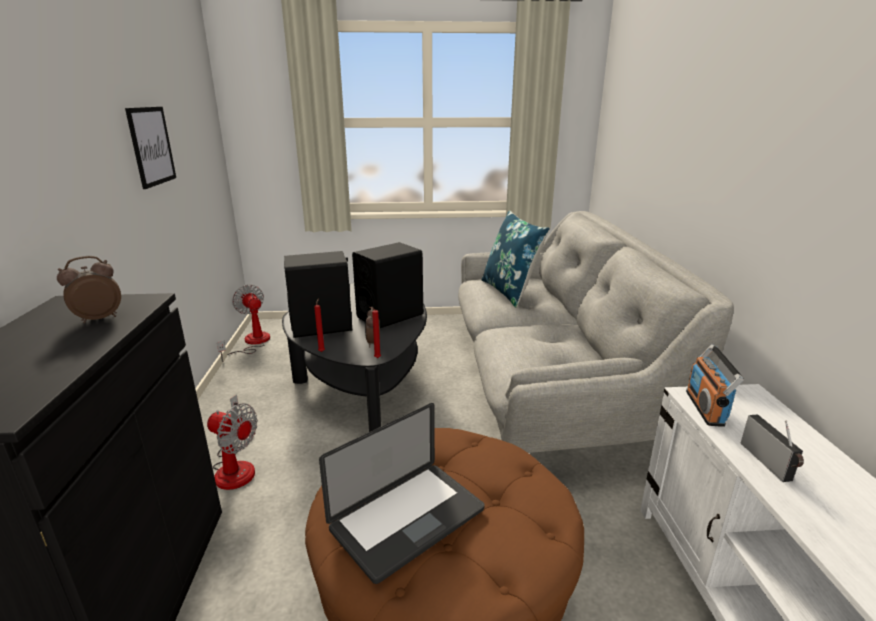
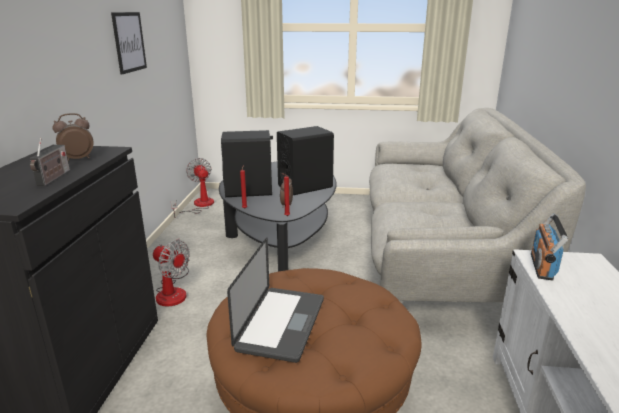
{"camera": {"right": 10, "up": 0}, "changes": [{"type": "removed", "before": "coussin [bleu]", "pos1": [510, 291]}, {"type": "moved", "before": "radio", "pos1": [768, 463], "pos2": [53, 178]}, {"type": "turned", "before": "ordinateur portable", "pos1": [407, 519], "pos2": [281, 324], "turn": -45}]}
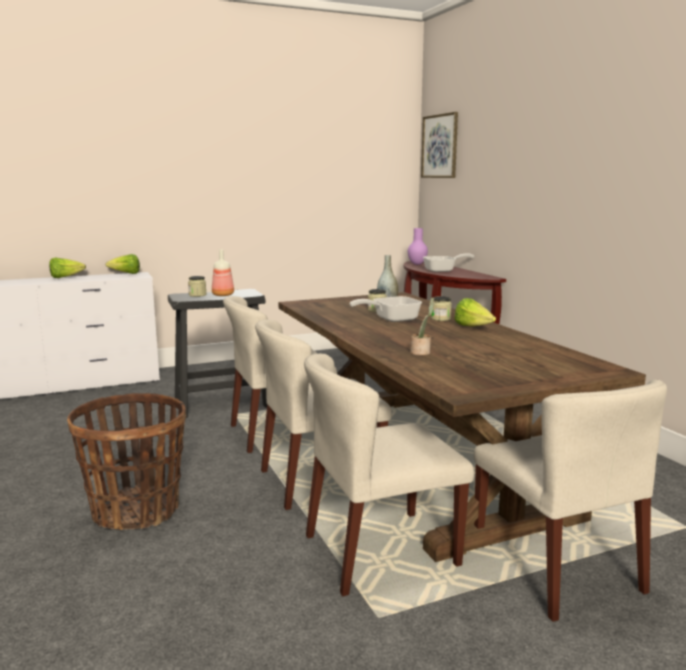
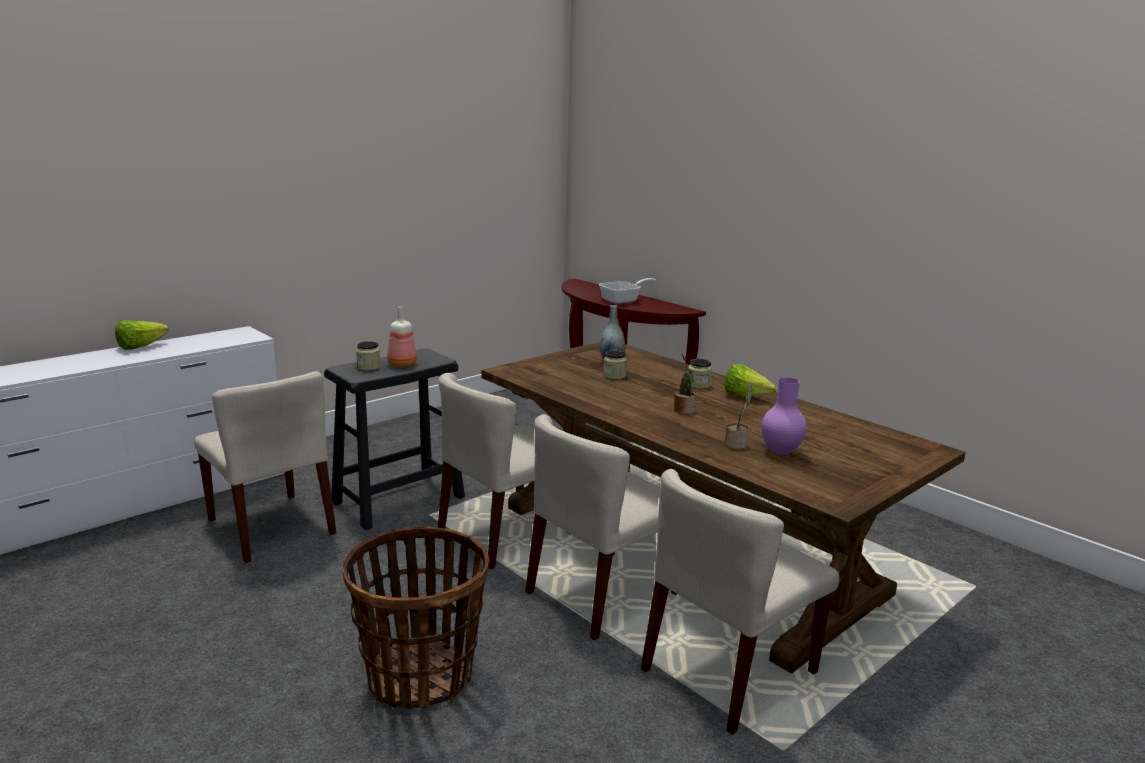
{"camera": {"right": -20, "up": 5}, "changes": [{"type": "removed", "before": "laitue", "pos1": [126, 274]}, {"type": "removed", "before": "poêle", "pos1": [391, 319]}, {"type": "removed", "before": "tableau", "pos1": [440, 146]}, {"type": "added", "after": "plante en pot", "pos2": [683, 410]}, {"type": "moved", "before": "vase [violet]", "pos1": [417, 264], "pos2": [780, 452]}, {"type": "moved", "before": "chaise [beige]", "pos1": [557, 568], "pos2": [272, 527]}]}
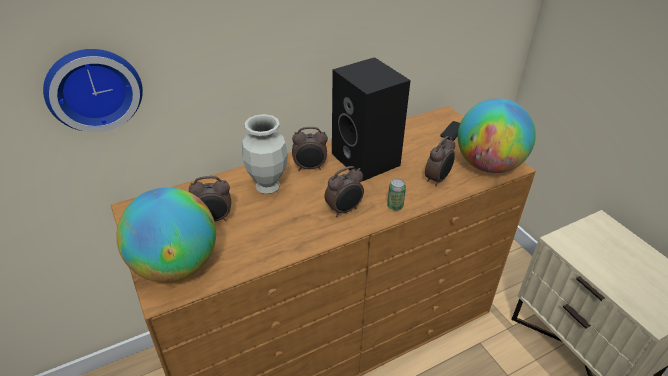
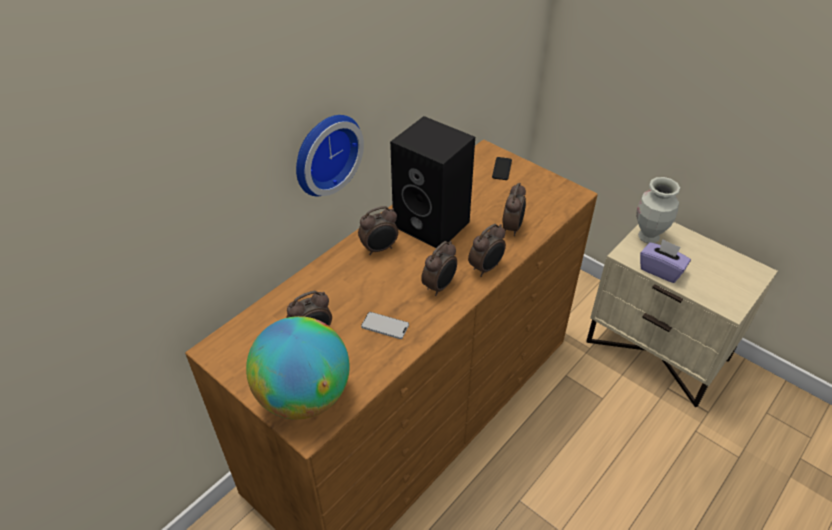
{"camera": {"right": -20, "up": 5}, "changes": [{"type": "removed", "before": "globe", "pos1": [488, 165]}, {"type": "added", "after": "téléphone", "pos2": [385, 326]}, {"type": "added", "after": "boîte à mouchoirs [violet]", "pos2": [661, 270]}, {"type": "moved", "before": "horloge murale", "pos1": [93, 88], "pos2": [324, 153]}, {"type": "moved", "before": "vase", "pos1": [267, 187], "pos2": [648, 237]}, {"type": "replaced", "before": "boîte métallique", "after": "réveil", "pos1": [395, 206], "pos2": [486, 268]}]}
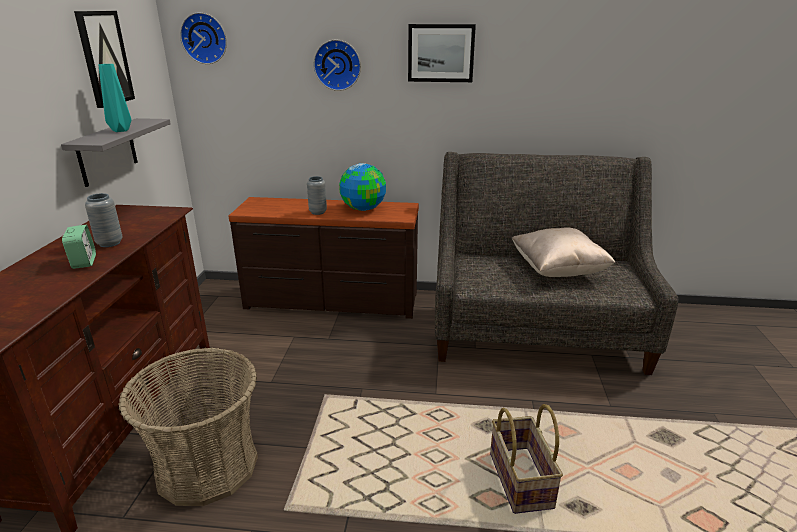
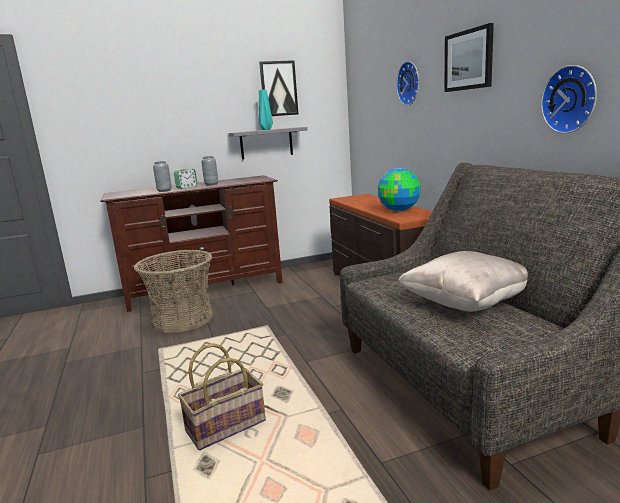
{"camera": {"right": 65, "up": -10}, "changes": [{"type": "moved", "before": "horloge murale", "pos1": [205, 38], "pos2": [571, 99]}, {"type": "moved", "before": "vase [gris]", "pos1": [318, 212], "pos2": [164, 191]}]}
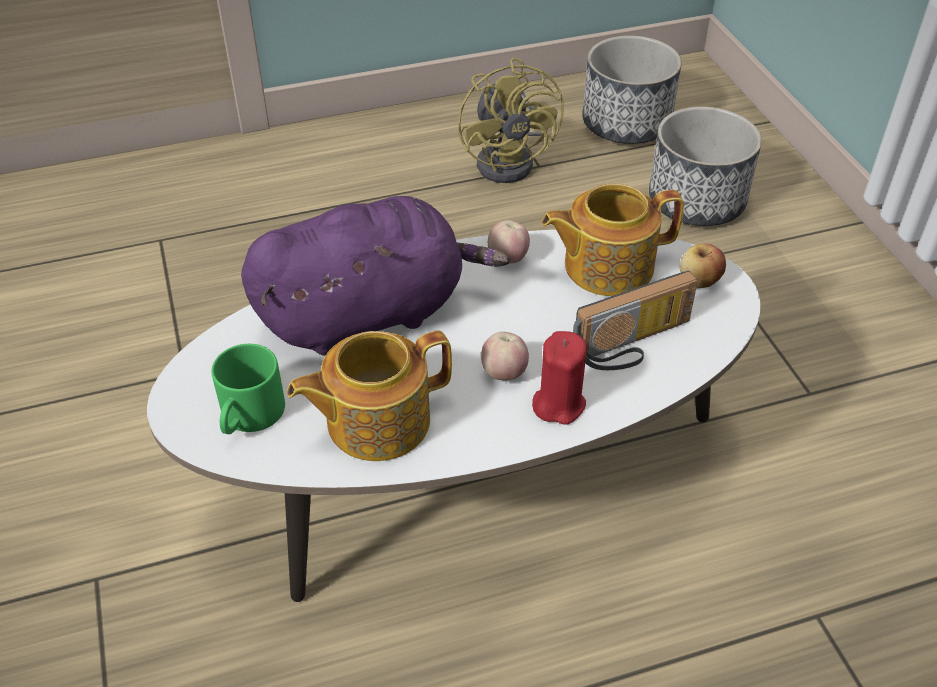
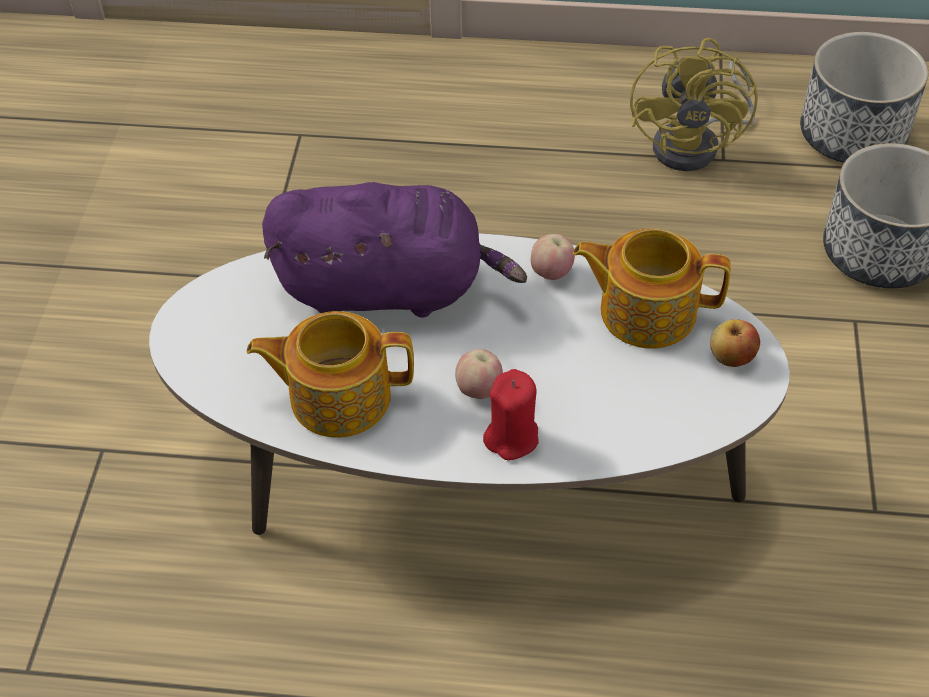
{"camera": {"right": 25, "up": 5}, "changes": [{"type": "removed", "before": "mug [vert]", "pos1": [249, 417]}, {"type": "removed", "before": "radio", "pos1": [634, 345]}]}
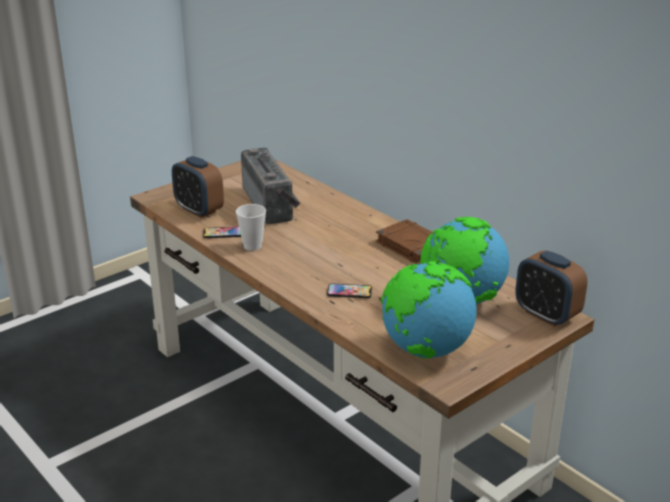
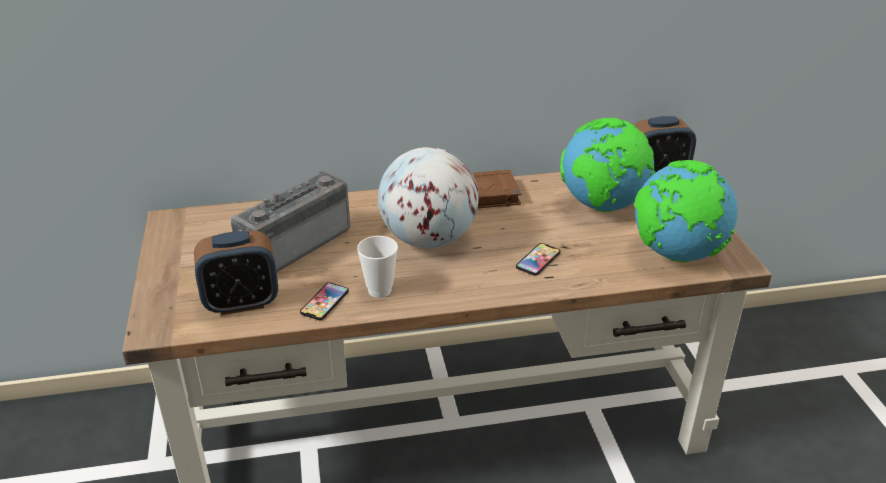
{"camera": {"right": -60, "up": 5}, "changes": [{"type": "added", "after": "globe", "pos2": [428, 239]}, {"type": "turned", "before": "radio", "pos1": [272, 204], "pos2": [291, 246], "turn": -60}]}
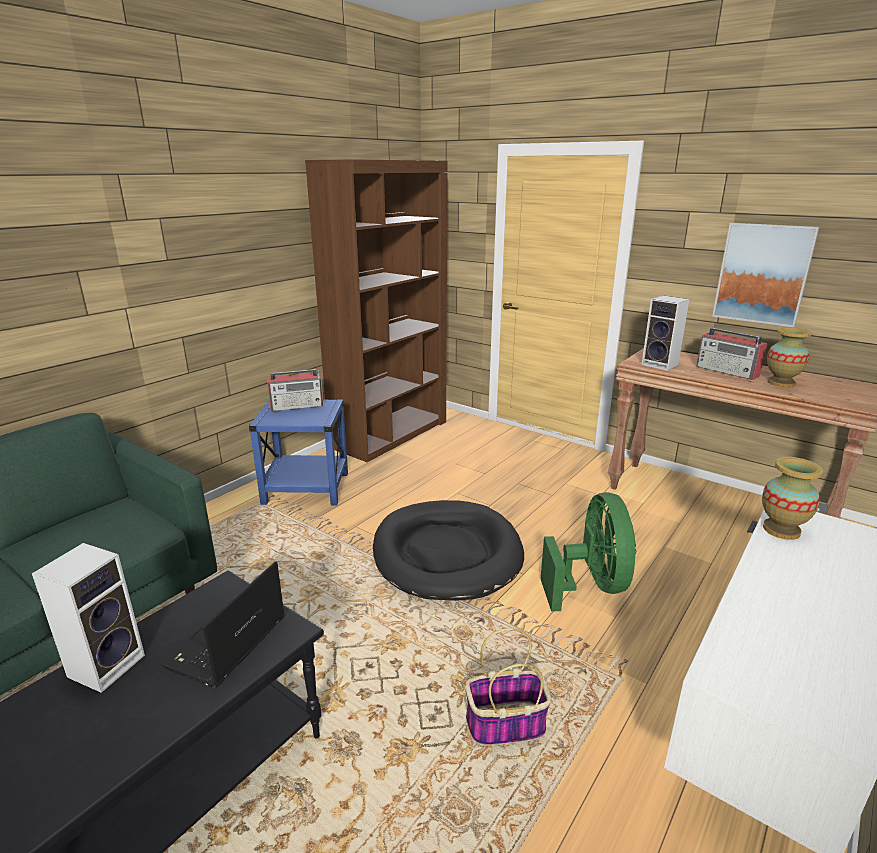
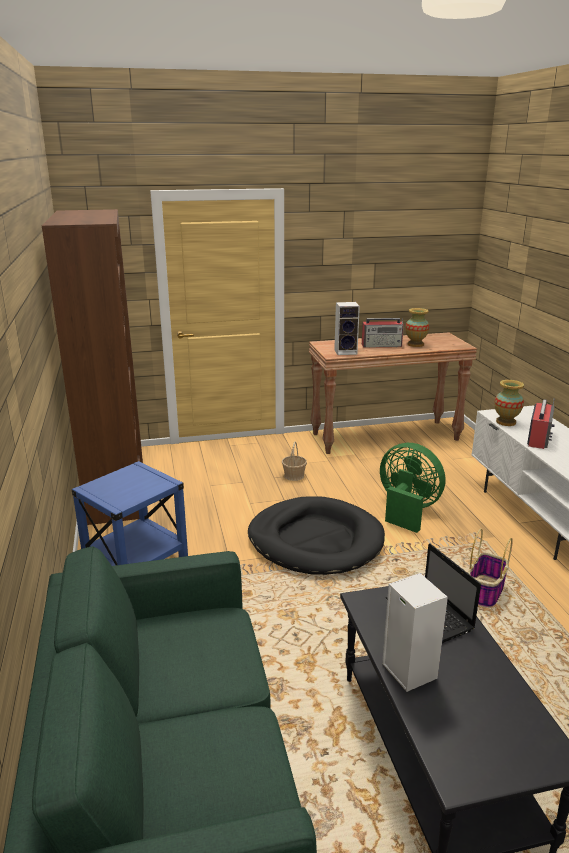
{"camera": {"right": -50, "up": 0}, "changes": [{"type": "removed", "before": "tableau", "pos1": [763, 274]}, {"type": "added", "after": "panier", "pos2": [294, 475]}, {"type": "moved", "before": "radio", "pos1": [298, 406], "pos2": [538, 438]}]}
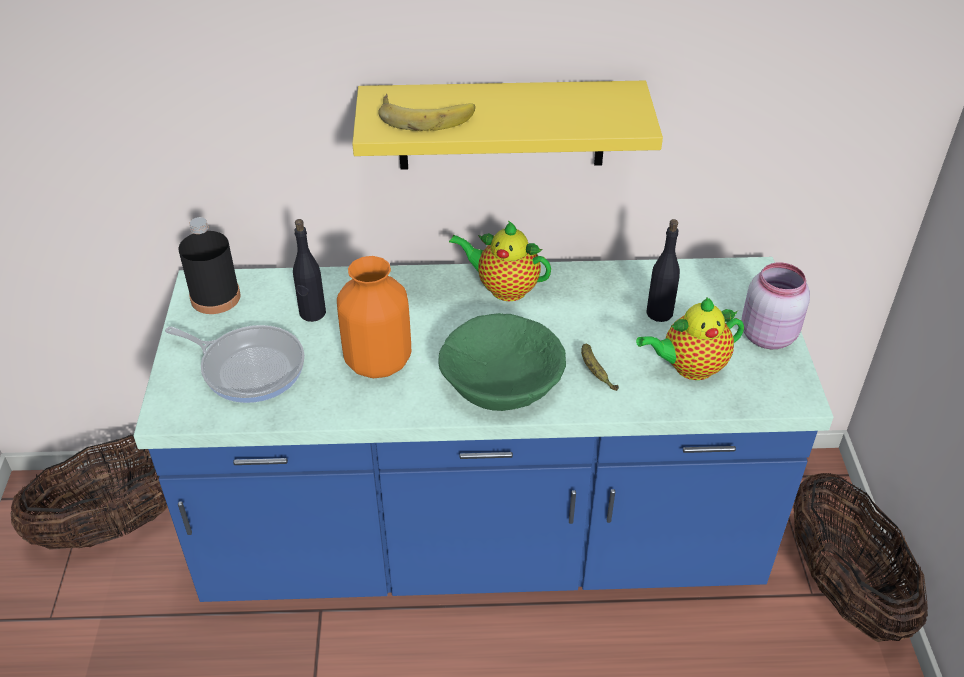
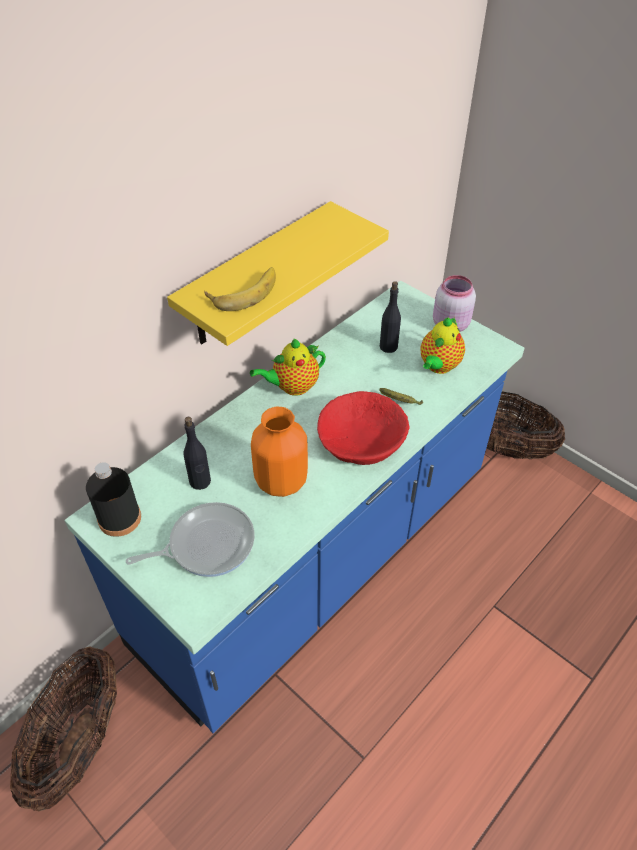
{"camera": {"right": -45, "up": 5}, "changes": [{"type": "recoloured", "before": "bol [vert]", "after": "bol [rouge]", "pos1": [502, 381], "pos2": [362, 441]}]}
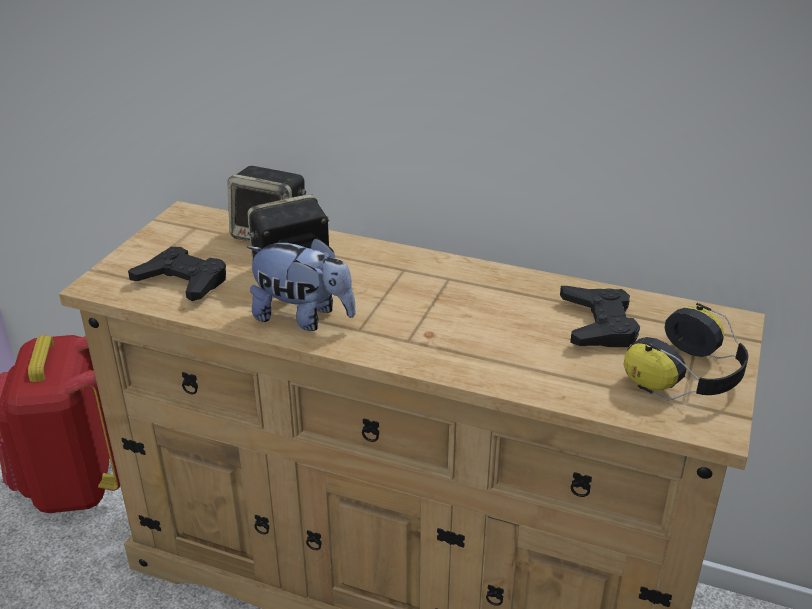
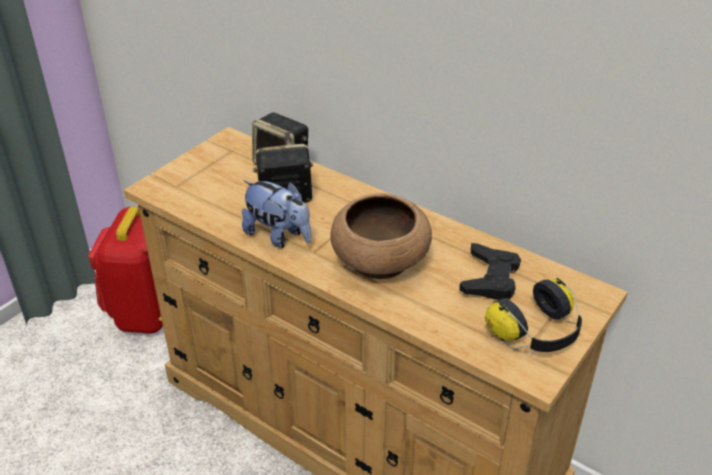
{"camera": {"right": 15, "up": 5}, "changes": [{"type": "removed", "before": "manette [noir]", "pos1": [183, 281]}, {"type": "added", "after": "bol [marron]", "pos2": [380, 262]}]}
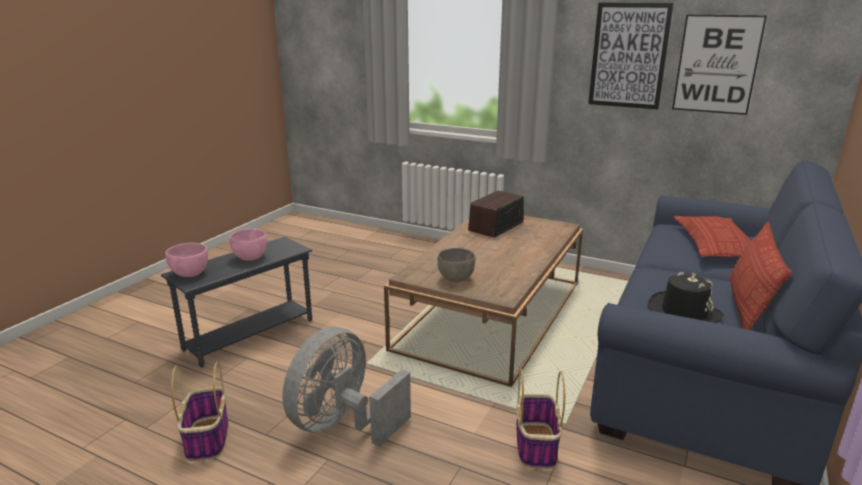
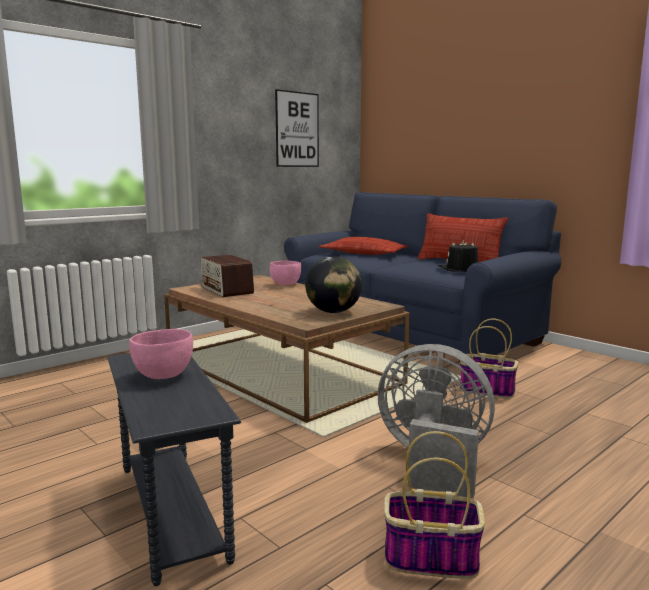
{"camera": {"right": -70, "up": -10}, "changes": [{"type": "removed", "before": "tableau", "pos1": [629, 56]}, {"type": "moved", "before": "bol [rose]", "pos1": [189, 273], "pos2": [285, 284]}, {"type": "replaced", "before": "bol [gris]", "after": "globe", "pos1": [455, 279], "pos2": [333, 312]}, {"type": "turned", "before": "ventilateur [gris]", "pos1": [343, 424], "pos2": [433, 462], "turn": 150}]}
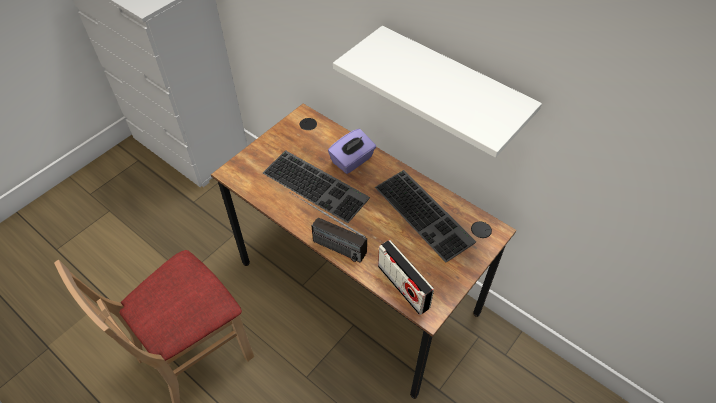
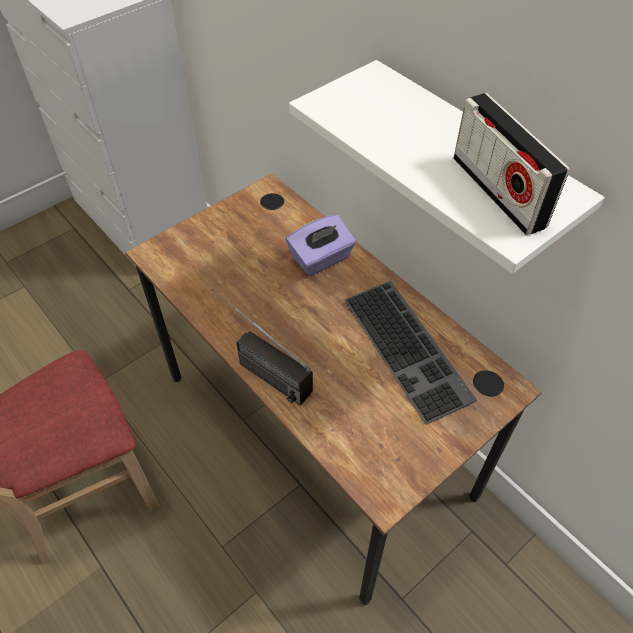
{"camera": {"right": 10, "up": 0}, "changes": [{"type": "removed", "before": "clavier", "pos1": [317, 185]}, {"type": "moved", "before": "radio", "pos1": [403, 287], "pos2": [498, 192]}]}
